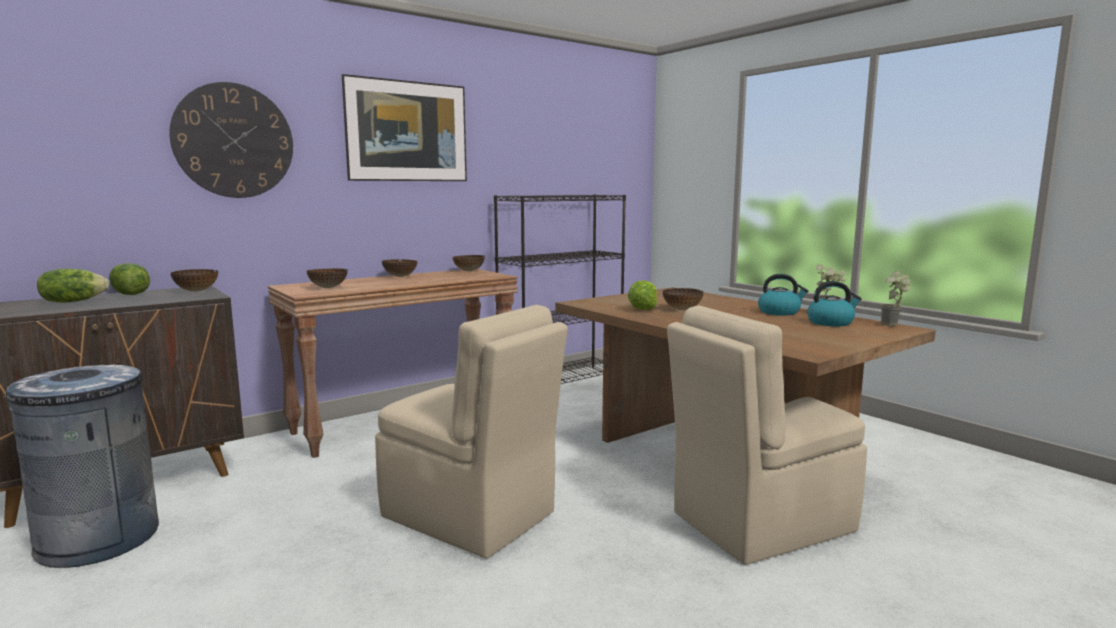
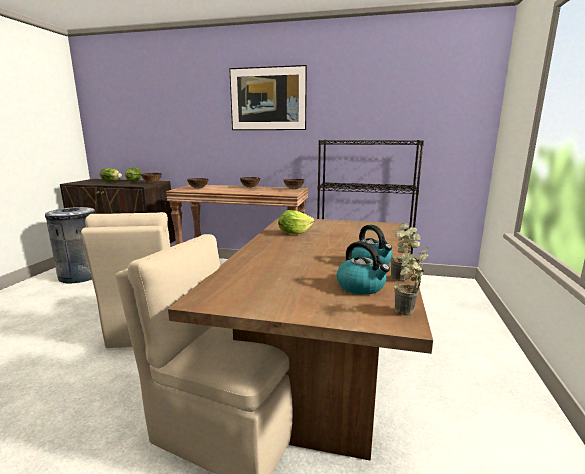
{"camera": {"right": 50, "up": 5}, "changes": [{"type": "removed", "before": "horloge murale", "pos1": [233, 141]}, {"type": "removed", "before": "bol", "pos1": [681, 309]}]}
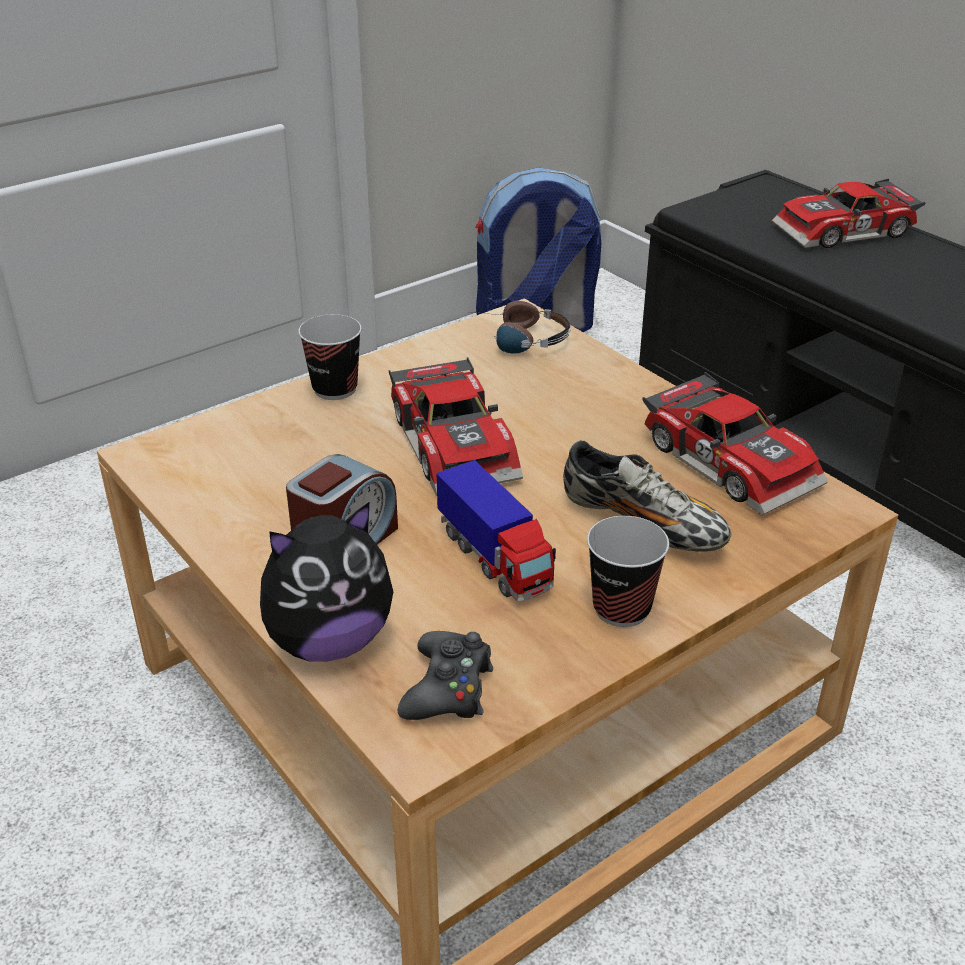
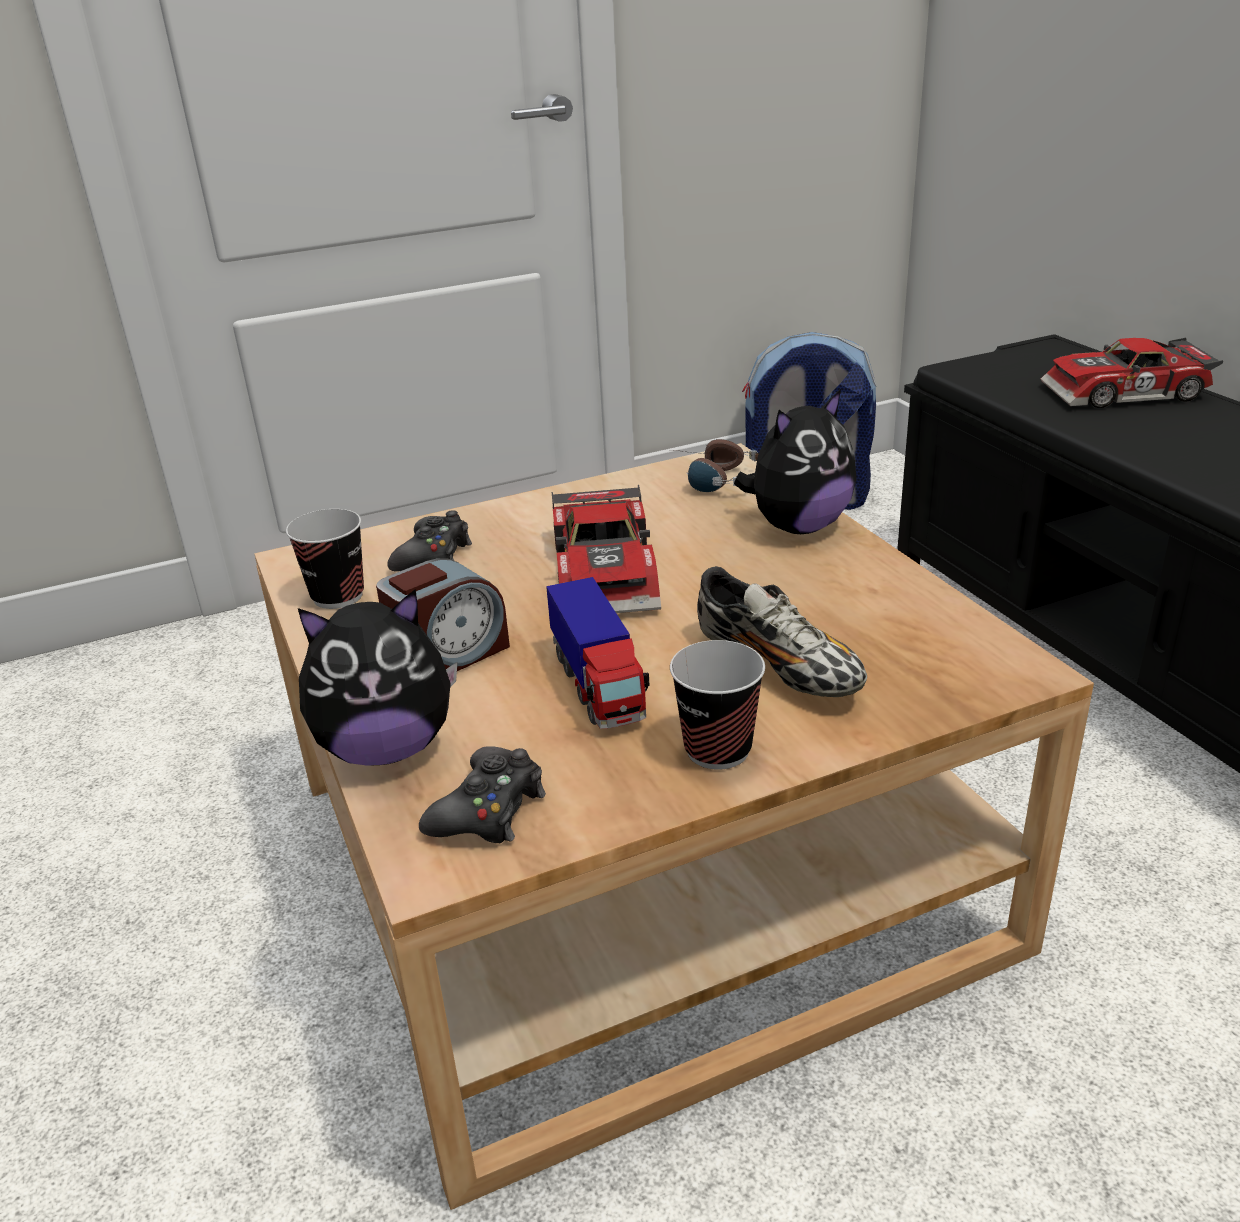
{"camera": {"right": 15, "up": -5}, "changes": [{"type": "removed", "before": "petite voiture", "pos1": [733, 460]}, {"type": "added", "after": "manette [noir]", "pos2": [433, 556]}, {"type": "added", "after": "peluche", "pos2": [798, 526]}, {"type": "moved", "before": "tasse", "pos1": [335, 389], "pos2": [338, 596]}]}
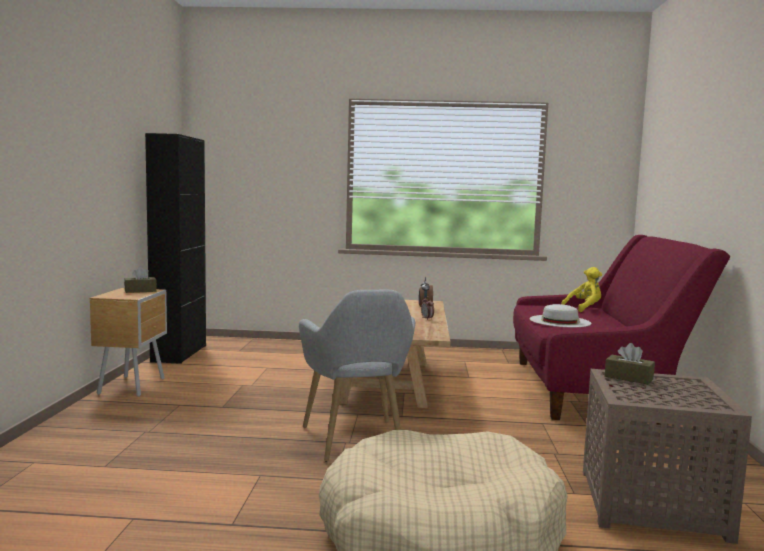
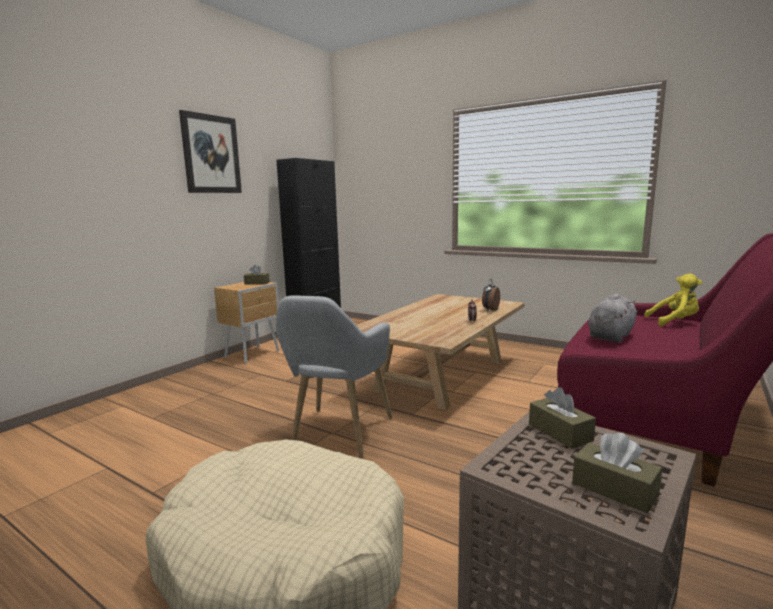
{"camera": {"right": 30, "up": 5}, "changes": [{"type": "added", "after": "tableau", "pos2": [211, 154]}, {"type": "added", "after": "boîte à mouchoirs [marron]", "pos2": [614, 489]}, {"type": "replaced", "before": "chapeau [blanc]", "after": "peluche [gris]", "pos1": [560, 321], "pos2": [611, 336]}]}
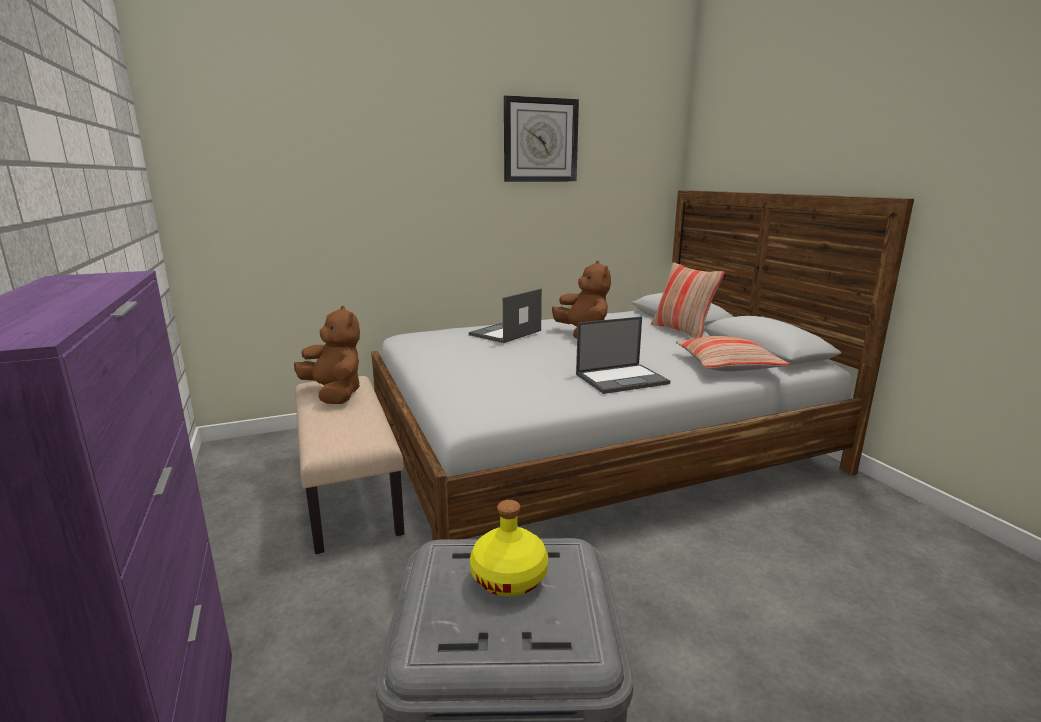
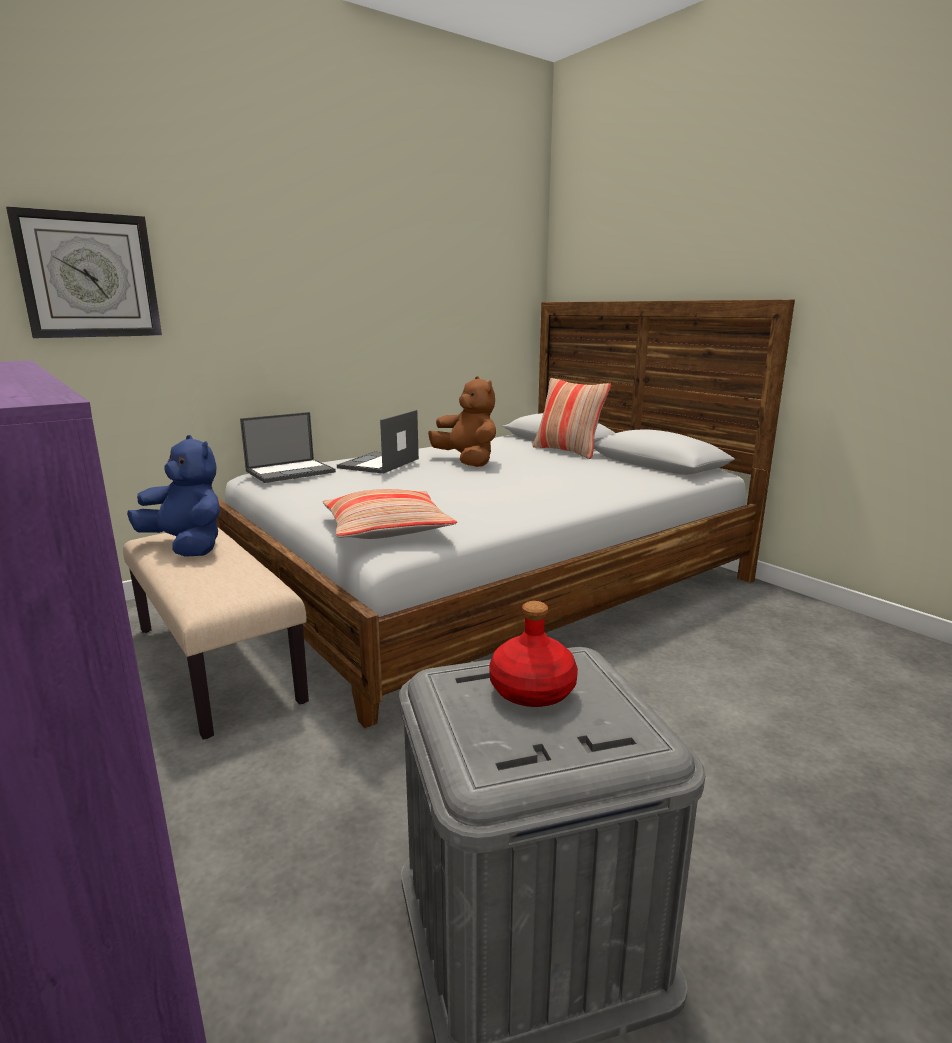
{"camera": {"right": -15, "up": 0}, "changes": [{"type": "moved", "before": "horloge murale", "pos1": [540, 140], "pos2": [89, 276]}, {"type": "moved", "before": "ordinateur portable", "pos1": [622, 379], "pos2": [291, 471]}, {"type": "moved", "before": "coussin", "pos1": [727, 365], "pos2": [387, 529]}, {"type": "recoloured", "before": "peluche [marron]", "after": "peluche [bleu]", "pos1": [334, 394], "pos2": [187, 546]}, {"type": "recoloured", "before": "bouteille [jaune]", "after": "bouteille [rouge]", "pos1": [509, 577], "pos2": [532, 690]}]}
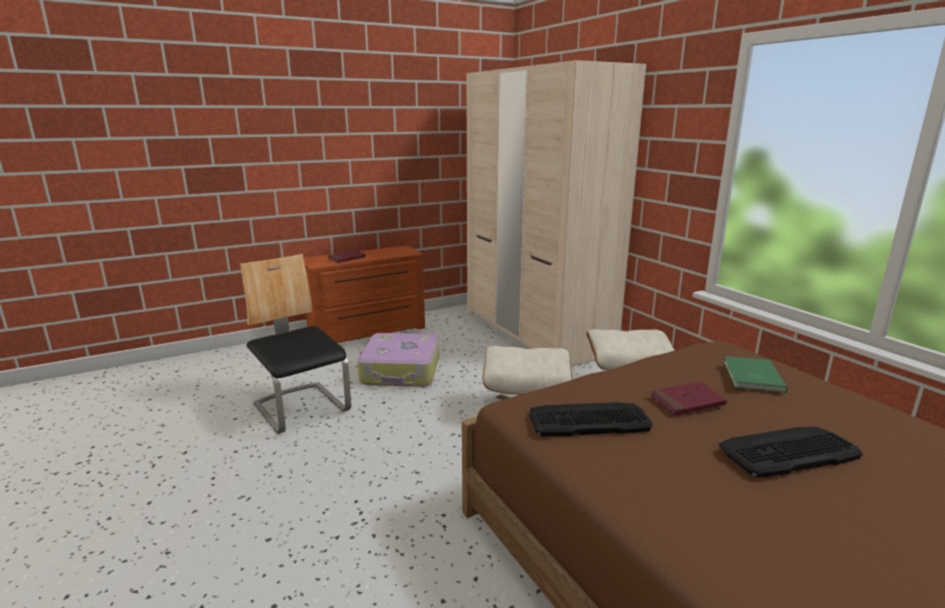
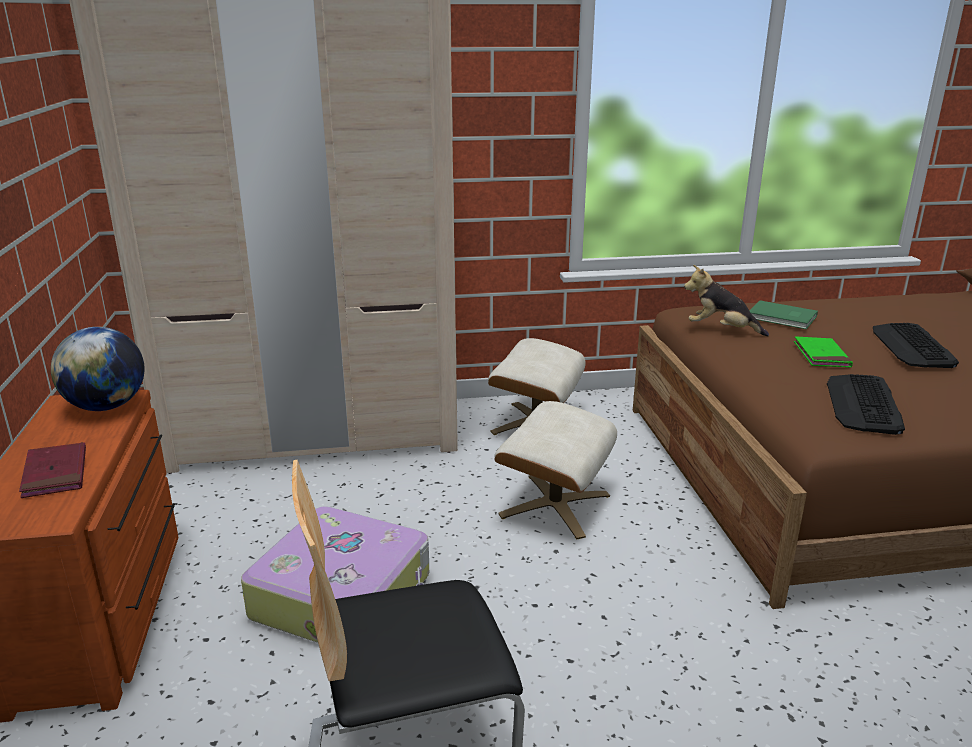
{"camera": {"right": -70, "up": 5}, "changes": [{"type": "added", "after": "globe", "pos2": [106, 406]}, {"type": "added", "after": "peluche", "pos2": [721, 330]}, {"type": "recoloured", "before": "livre [rouge]", "after": "livre [vert]", "pos1": [687, 401], "pos2": [821, 355]}]}
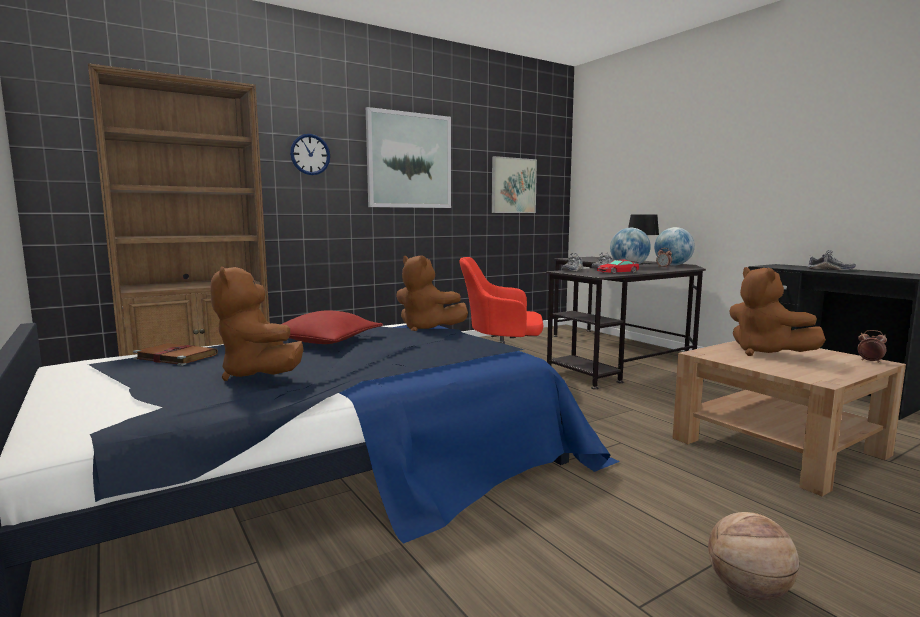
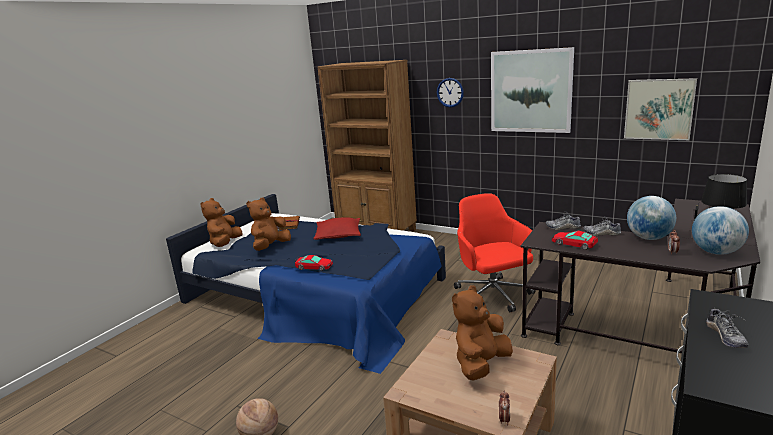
{"camera": {"right": 65, "up": 10}, "changes": [{"type": "added", "after": "petite voiture", "pos2": [314, 267]}, {"type": "moved", "before": "peluche [marron]", "pos1": [426, 329], "pos2": [225, 243]}]}
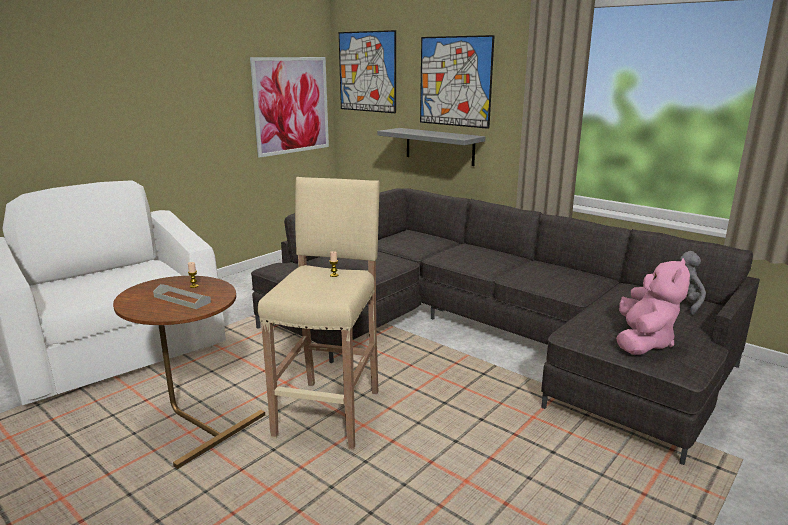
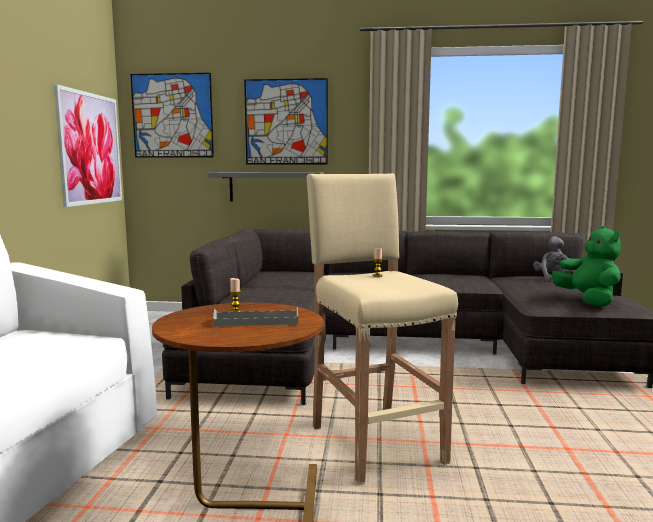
{"camera": {"right": -35, "up": -10}, "changes": [{"type": "recoloured", "before": "peluche [rose]", "after": "peluche [vert]", "pos1": [643, 342], "pos2": [588, 301]}]}
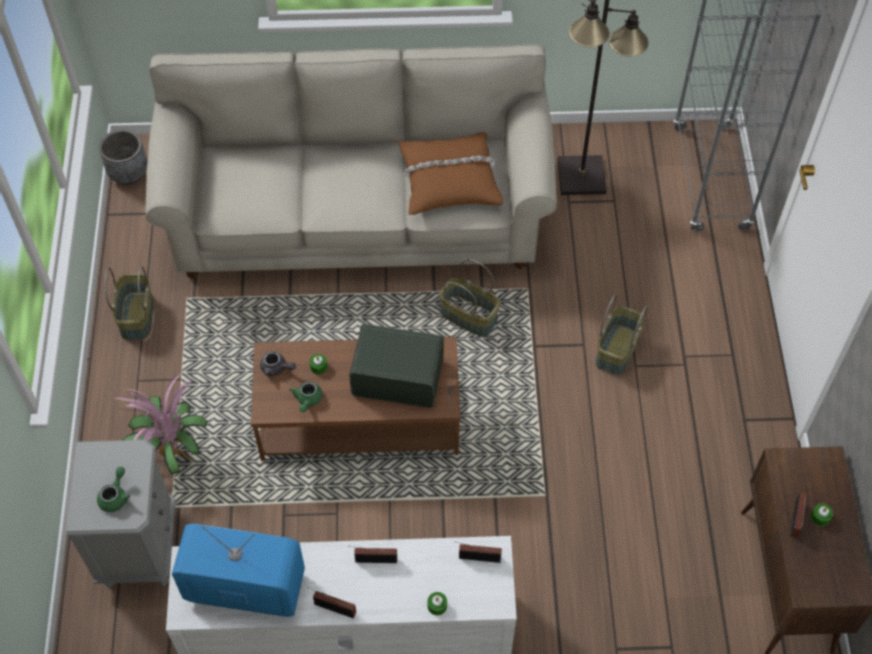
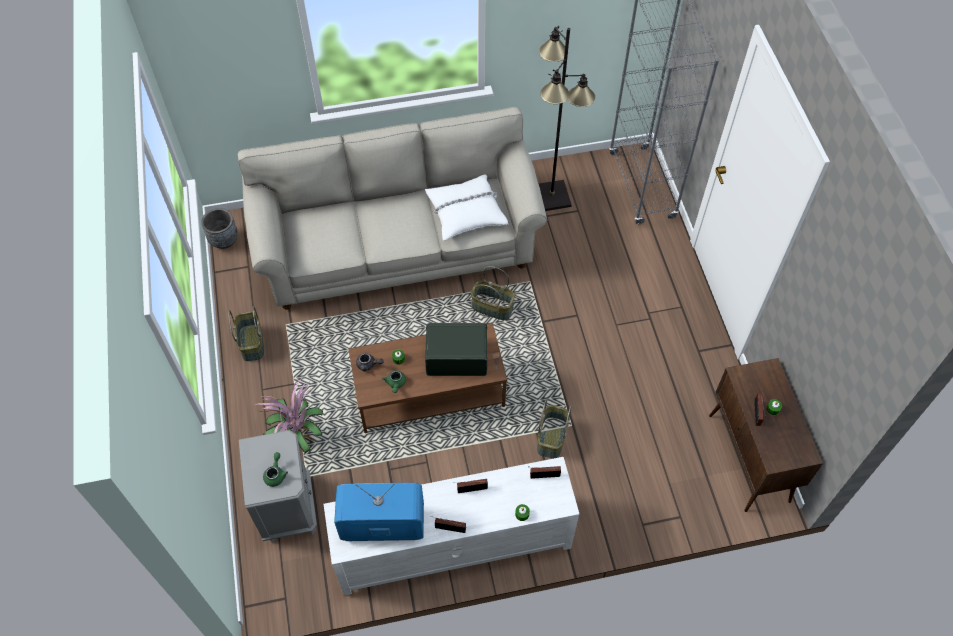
{"camera": {"right": -10, "up": 0}, "changes": [{"type": "moved", "before": "panier", "pos1": [617, 350], "pos2": [552, 438]}, {"type": "recoloured", "before": "coussin [marron]", "after": "coussin [blanc]", "pos1": [449, 180], "pos2": [465, 212]}]}
